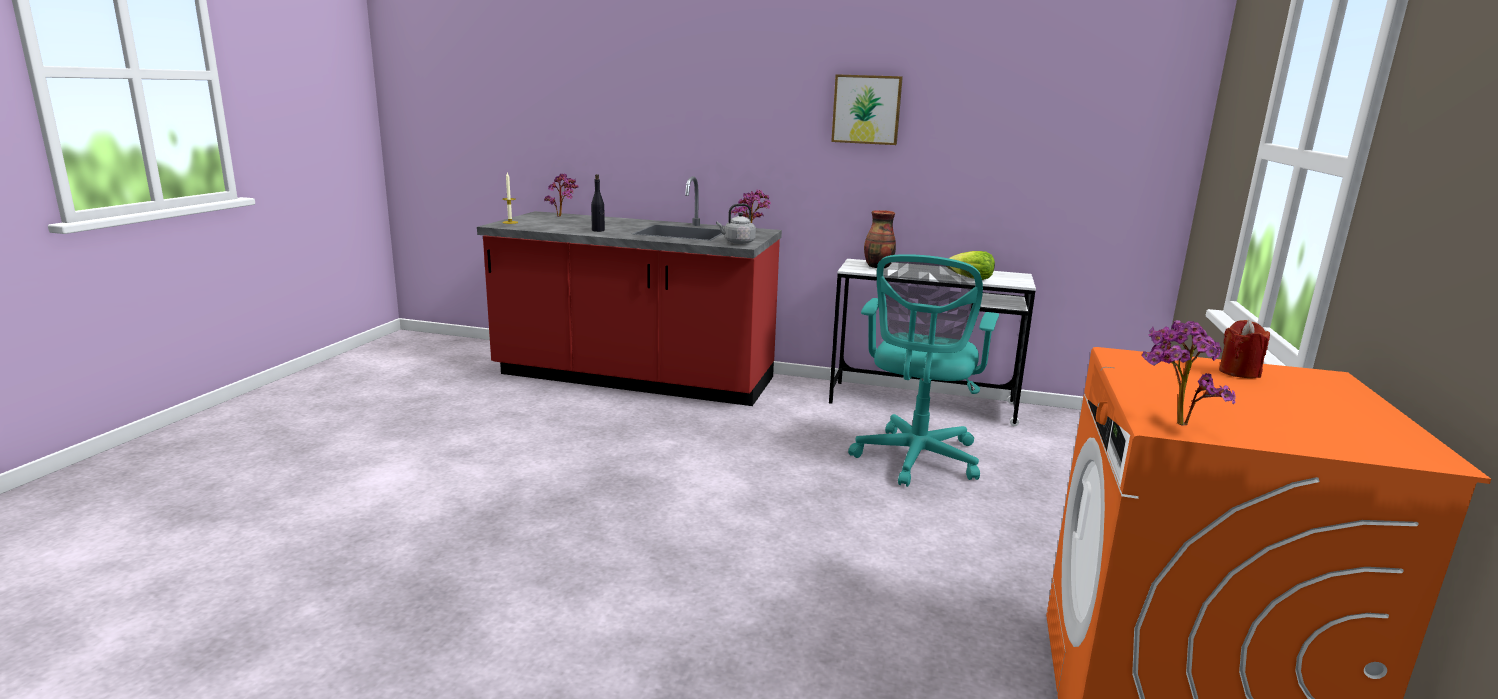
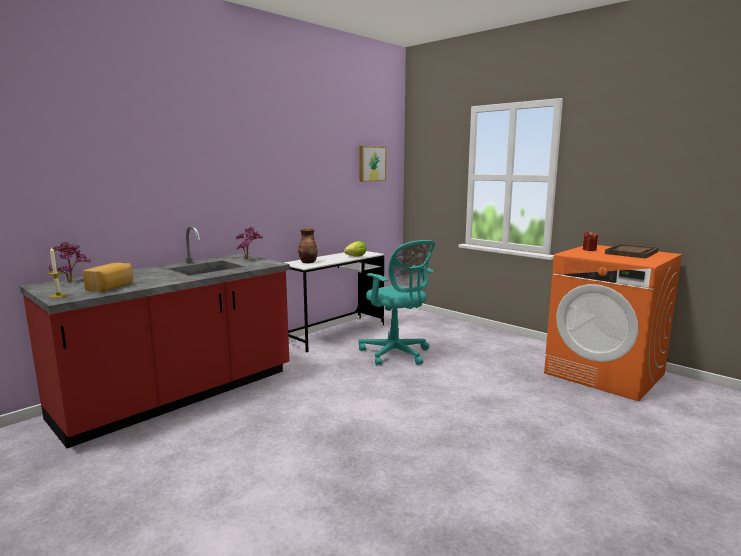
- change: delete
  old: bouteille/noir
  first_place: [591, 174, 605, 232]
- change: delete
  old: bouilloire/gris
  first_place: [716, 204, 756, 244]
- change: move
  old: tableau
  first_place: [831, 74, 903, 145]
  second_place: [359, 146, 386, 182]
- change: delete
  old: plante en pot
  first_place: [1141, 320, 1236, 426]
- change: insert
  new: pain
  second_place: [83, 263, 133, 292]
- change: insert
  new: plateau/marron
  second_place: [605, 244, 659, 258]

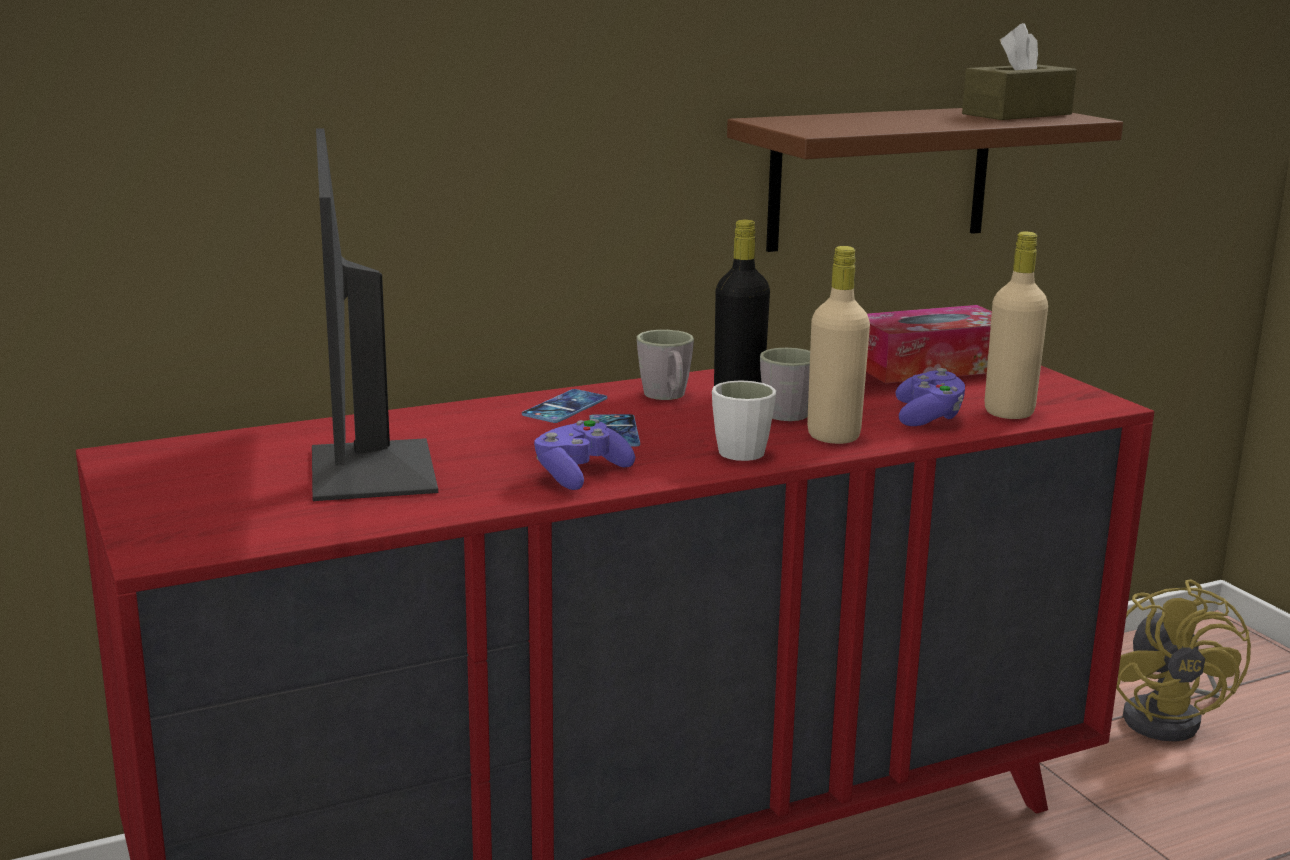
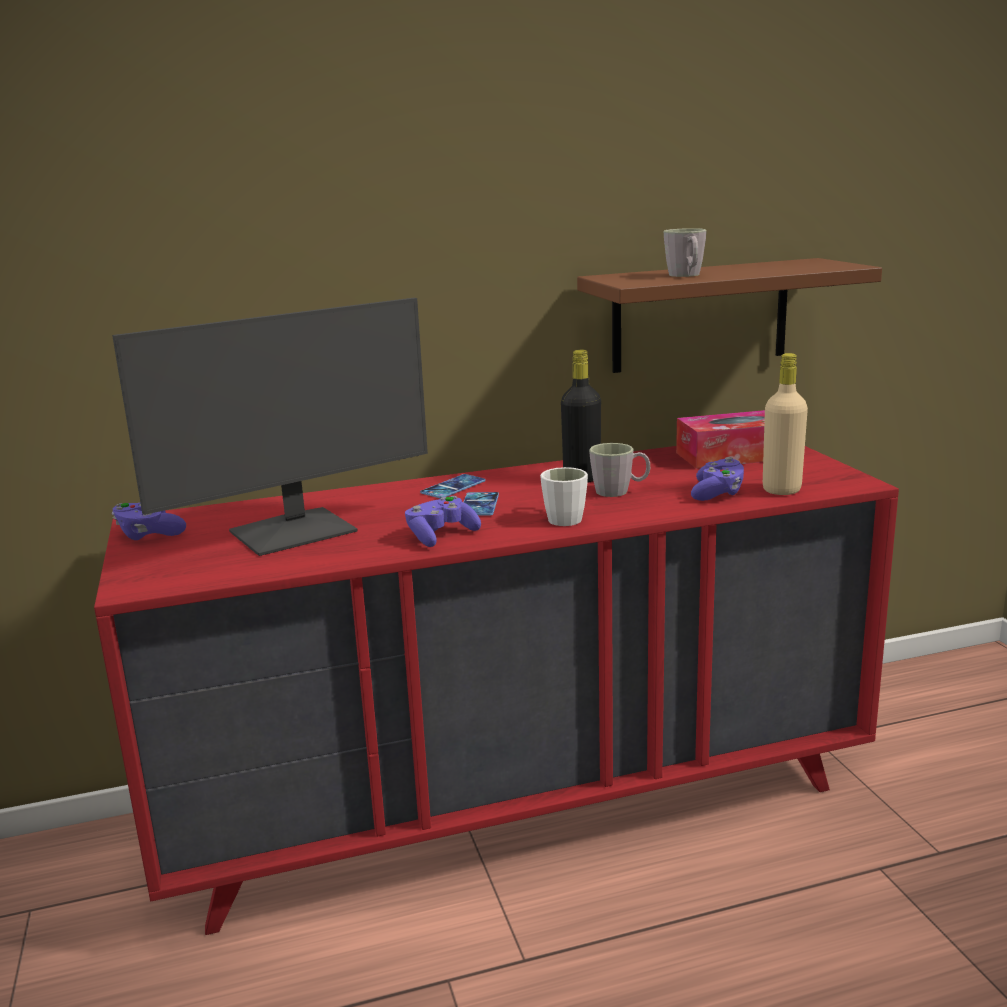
- change: rotate
  old: écran d'ordinateur
  first_place: [312, 128, 438, 501]
  second_place: [112, 298, 428, 556]
  degrees: -120
- change: move
  old: mug/gris
  first_place: [637, 330, 694, 400]
  second_place: [664, 228, 707, 277]
- change: delete
  old: bouteille/beige
  first_place: [807, 246, 870, 444]
- change: delete
  old: boîte à mouchoirs/marron
  first_place: [962, 23, 1077, 120]
- change: delete
  old: ventilateur/jaune
  first_place: [1116, 579, 1251, 742]
- change: insert
  new: manette/violet
  second_place: [112, 503, 186, 540]

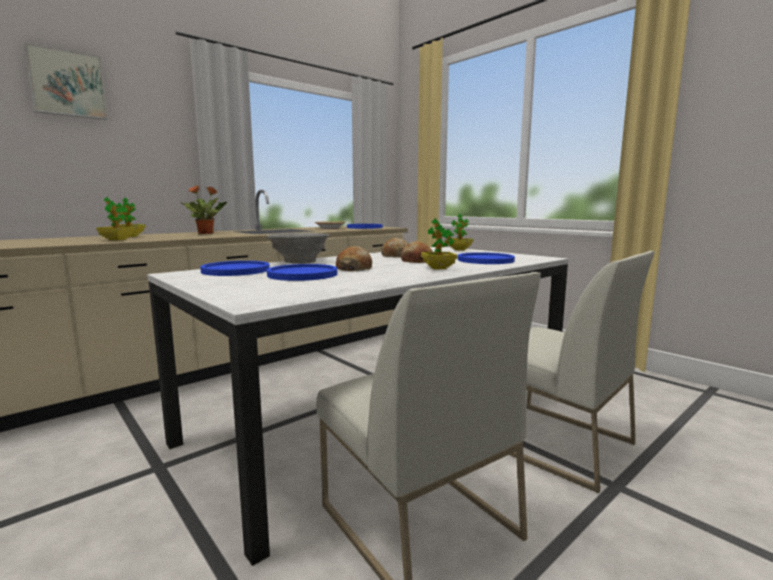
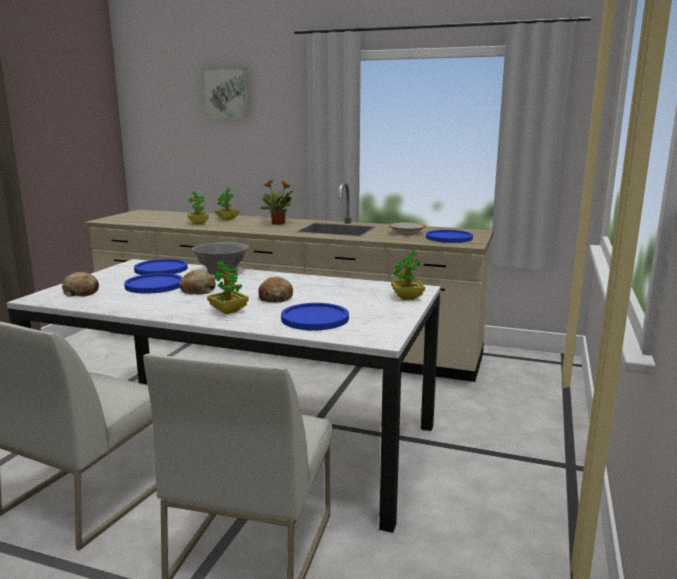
- change: move
  old: pain
  first_place: [380, 238, 409, 257]
  second_place: [62, 272, 99, 296]

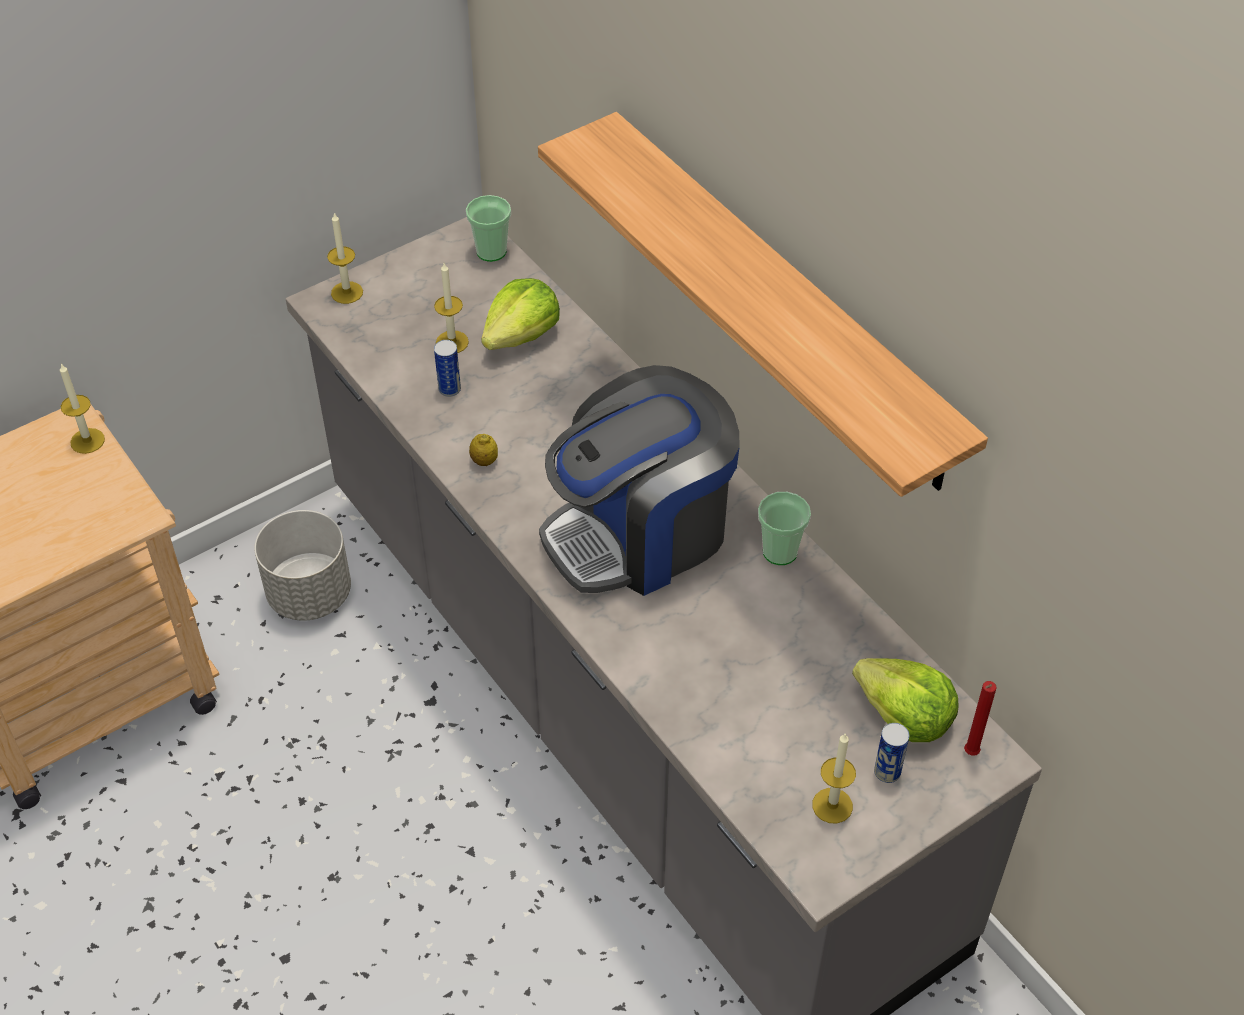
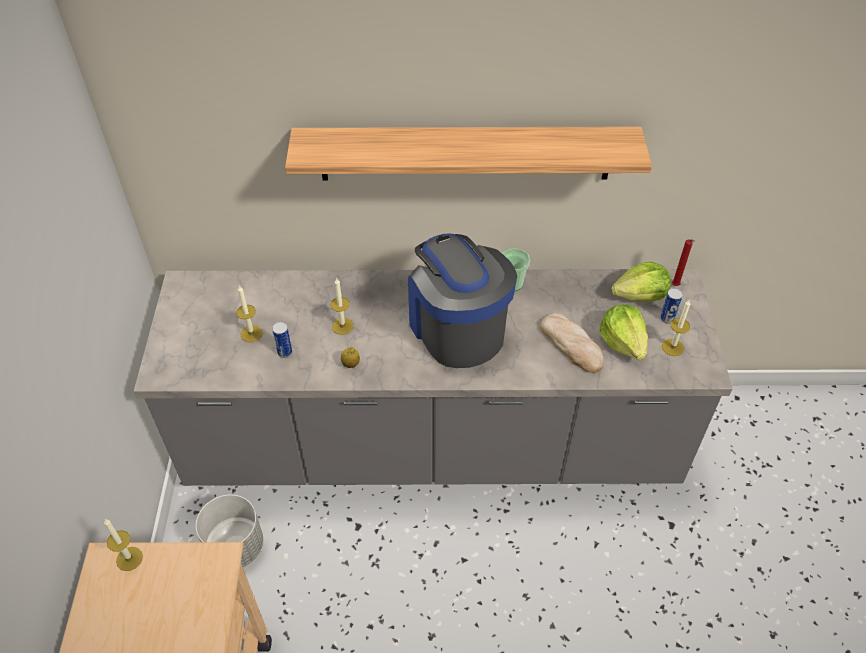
- change: move
  old: bougie
  first_place: [327, 212, 363, 304]
  second_place: [331, 279, 354, 335]
- change: delete
  old: tasse
  first_place: [466, 195, 511, 262]
- change: move
  old: laitue
  first_place: [481, 278, 560, 350]
  second_place: [599, 304, 648, 360]
- change: rotate
  old: machine à café
  first_place: [539, 365, 740, 596]
  second_place: [408, 233, 517, 368]
  degrees: 150
- change: insert
  new: pain
  second_place: [540, 313, 604, 373]

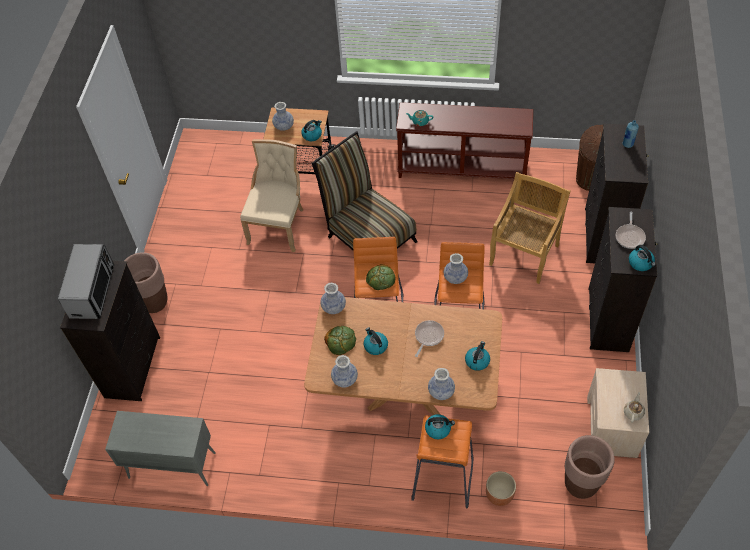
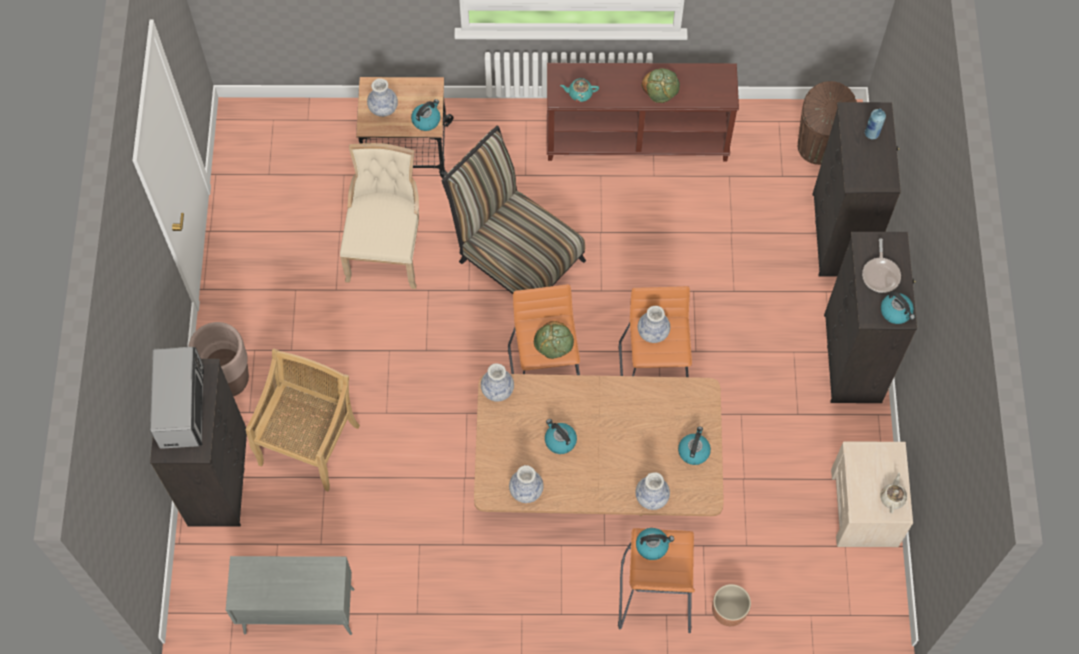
- change: move
  old: pain
  first_place: [324, 326, 356, 355]
  second_place: [641, 68, 680, 103]
- change: delete
  old: poêle
  first_place: [415, 320, 444, 357]
- change: move
  old: chaise/beige
  first_place: [489, 172, 571, 284]
  second_place: [246, 348, 360, 491]
- change: delete
  old: cache-pot/marron
  first_place: [565, 435, 615, 499]

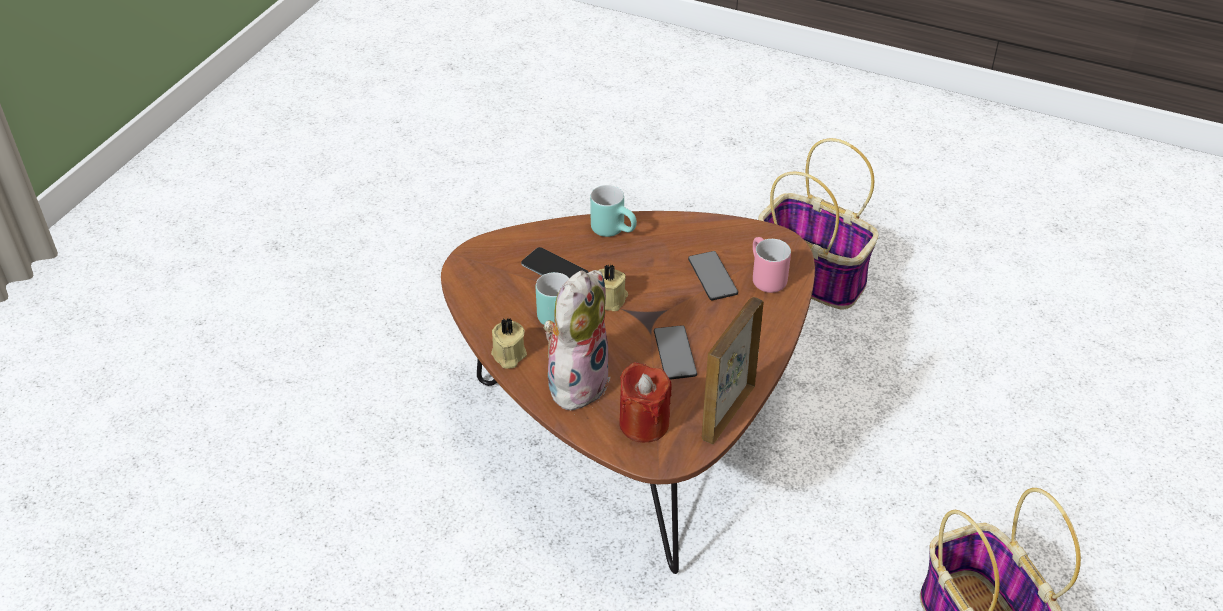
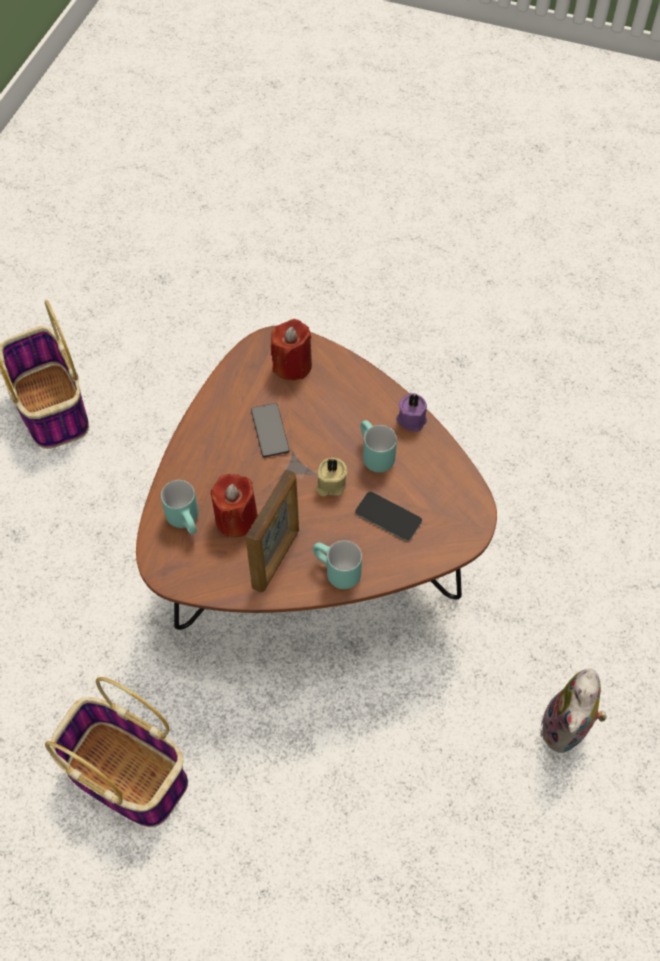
- change: recolor
  old: bougie/beige
  new: bougie/violet
  first_place: [491, 318, 527, 369]
  second_place: [396, 393, 427, 432]
- change: move
  old: peluche
  first_place: [544, 270, 611, 412]
  second_place: [540, 668, 607, 753]
- change: replace
  old: téléphone
  new: bougie/rouge
  first_place: [688, 251, 738, 300]
  second_place: [211, 474, 258, 537]
- change: move
  old: cadre photo
  first_place: [702, 297, 764, 444]
  second_place: [246, 469, 299, 592]
- change: recolor
  old: mug/rose
  new: mug/turquoise
  first_place: [753, 237, 791, 293]
  second_place: [161, 480, 199, 534]

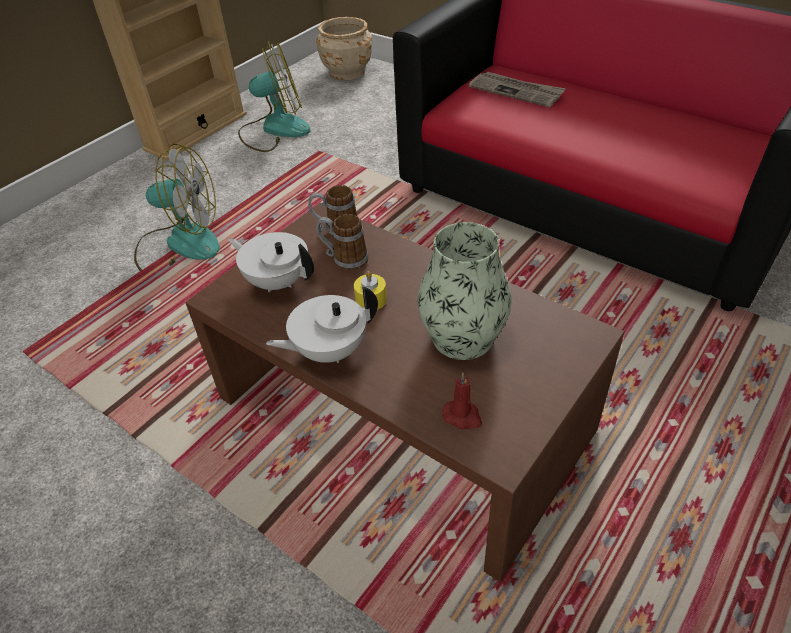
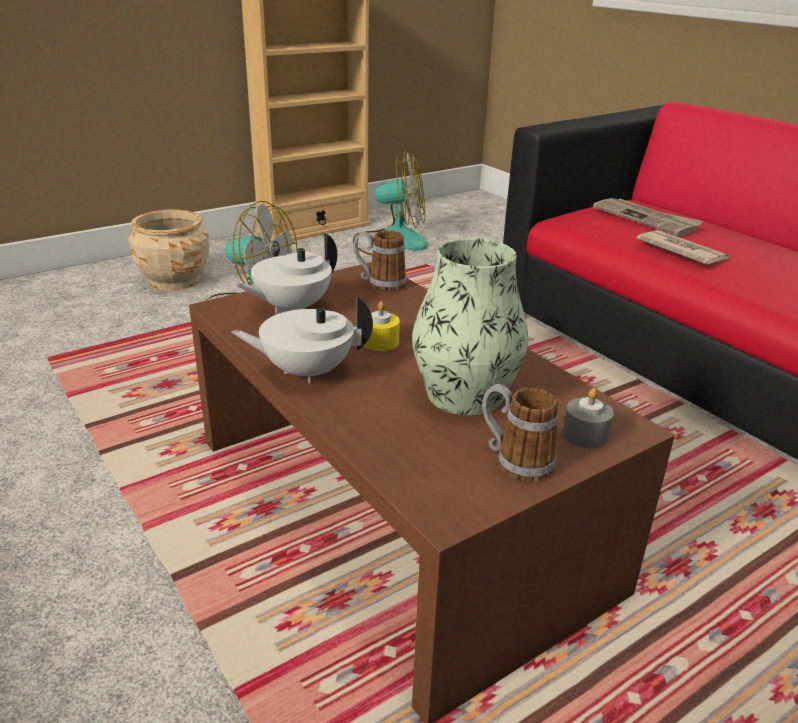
- change: rotate
  old: théière/blanc
  first_place: [228, 232, 314, 292]
  second_place: [236, 233, 337, 314]
  degrees: -90
- change: move
  old: cache-pot/beige
  first_place: [316, 17, 372, 80]
  second_place: [128, 209, 209, 291]
- change: move
  old: mug
  first_place: [316, 214, 368, 271]
  second_place: [482, 384, 558, 481]
- change: delete
  old: bougie/rouge
  first_place: [442, 372, 482, 429]
- change: insert
  new: bougie/gris
  second_place: [563, 388, 614, 448]
- change: insert
  new: journal
  second_place: [637, 230, 730, 265]

